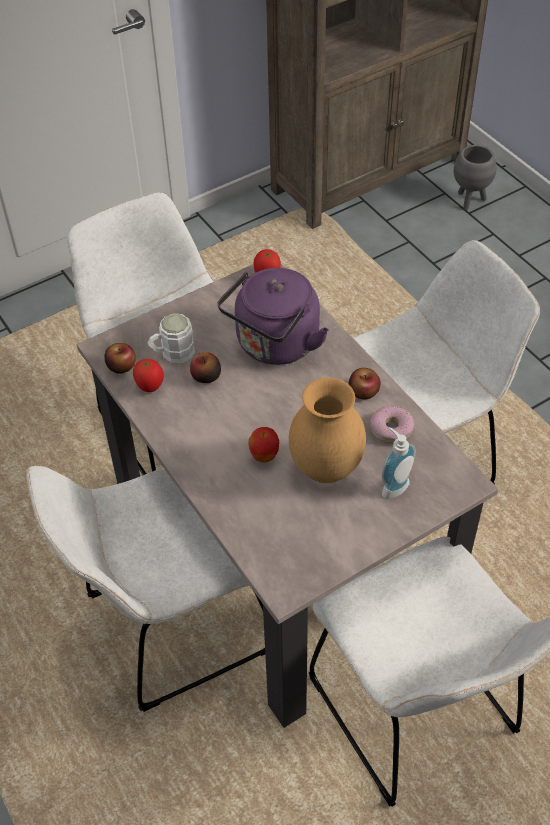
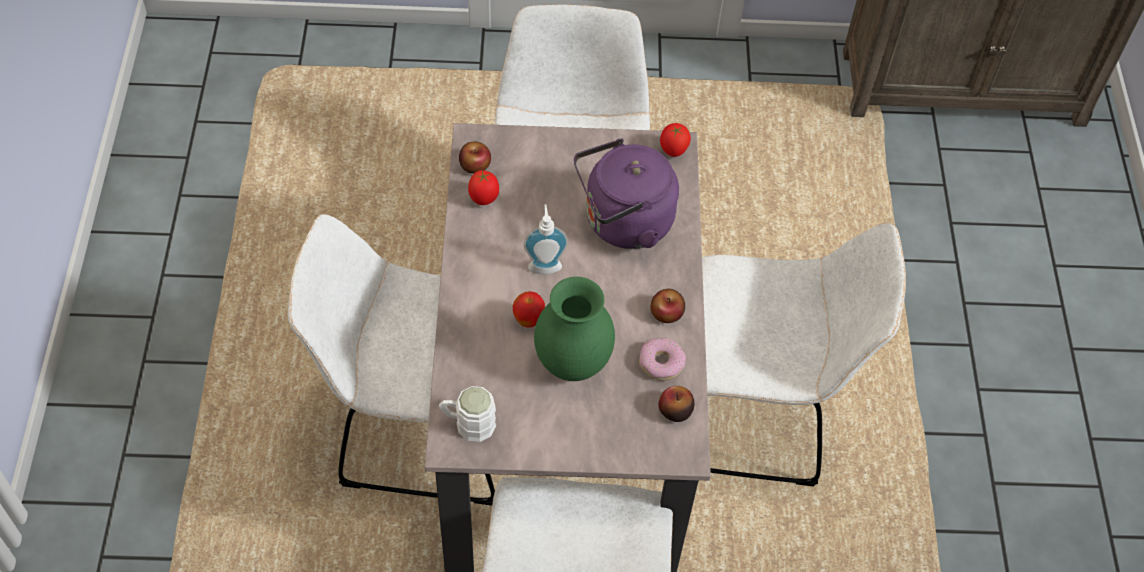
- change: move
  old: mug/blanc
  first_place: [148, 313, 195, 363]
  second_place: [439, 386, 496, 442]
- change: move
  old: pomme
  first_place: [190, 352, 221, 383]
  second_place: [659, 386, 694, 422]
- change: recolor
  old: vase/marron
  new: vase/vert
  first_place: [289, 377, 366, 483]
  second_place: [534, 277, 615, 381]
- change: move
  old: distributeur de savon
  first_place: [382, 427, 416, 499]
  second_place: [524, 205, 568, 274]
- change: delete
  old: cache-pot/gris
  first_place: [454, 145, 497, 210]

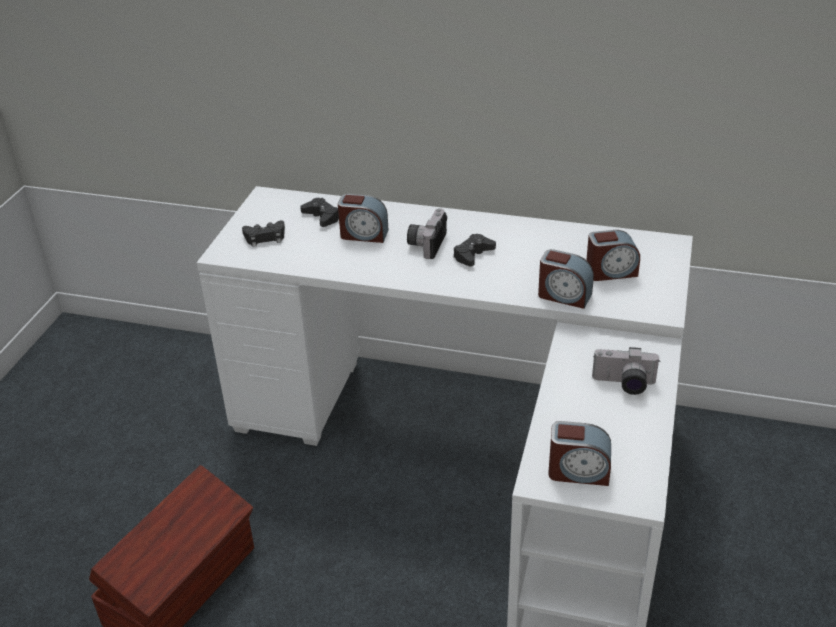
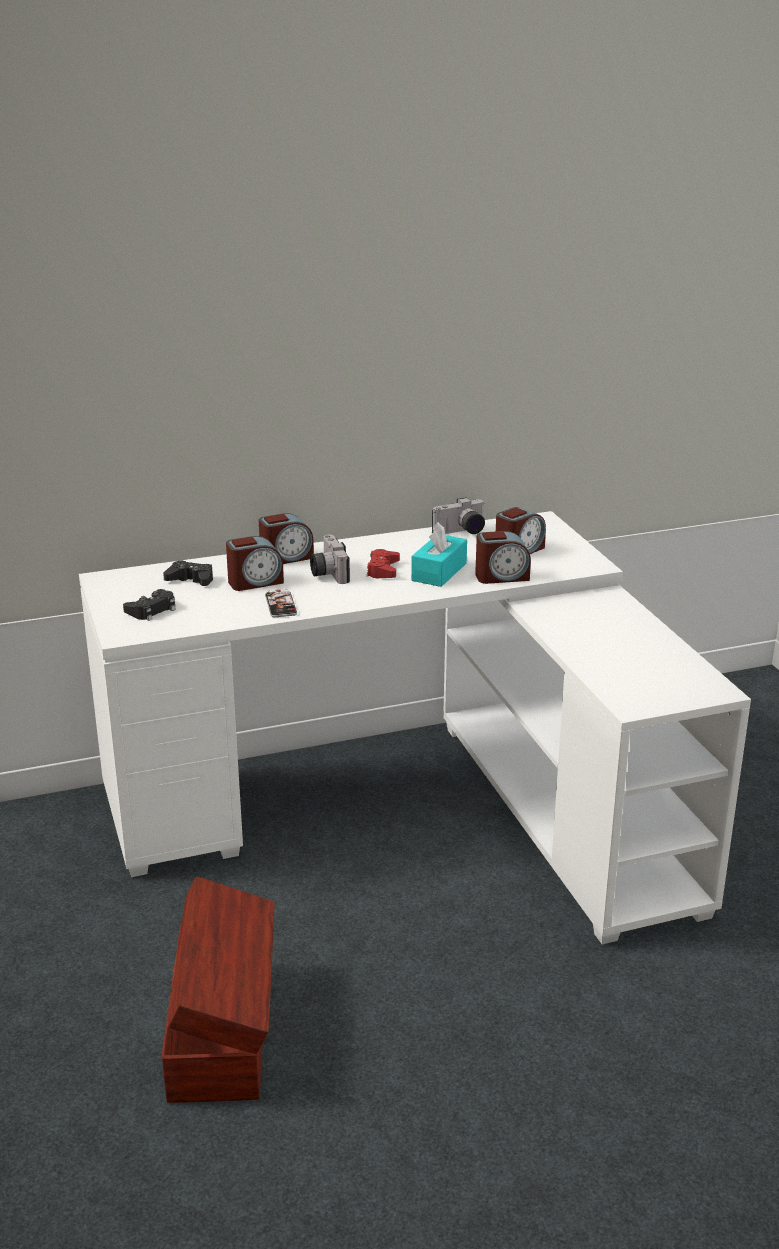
- change: recolor
  old: manette/noir
  new: manette/rouge
  first_place: [453, 234, 496, 266]
  second_place: [367, 549, 400, 578]
- change: move
  old: réveil
  first_place: [548, 421, 611, 486]
  second_place: [259, 513, 314, 564]
- change: move
  old: appareil photo
  first_place: [592, 347, 661, 395]
  second_place: [432, 497, 485, 534]
- change: insert
  new: téléphone
  second_place: [265, 589, 297, 617]
- change: insert
  new: boîte à mouchoirs/turquoise
  second_place: [411, 522, 467, 587]

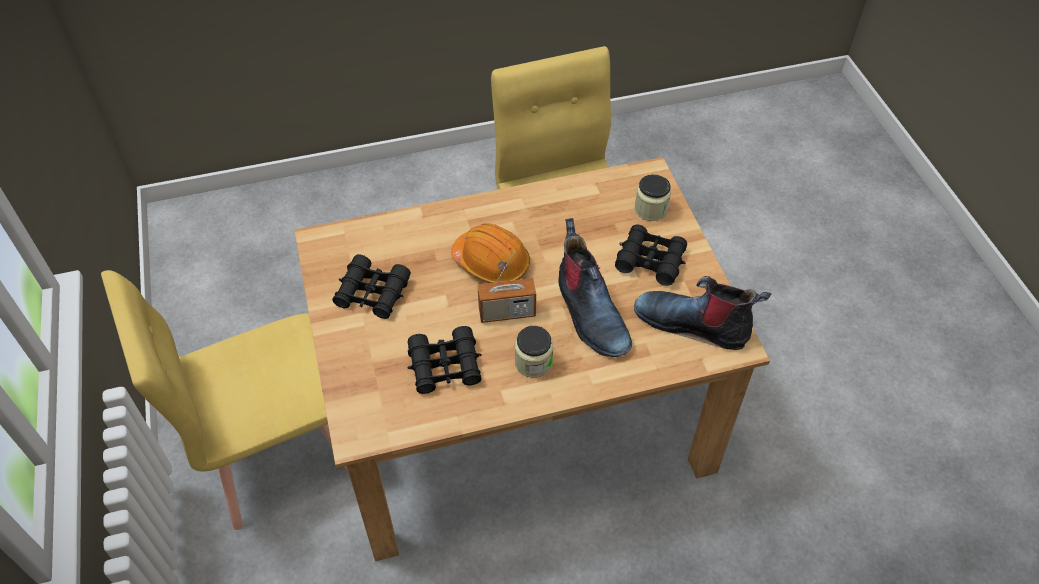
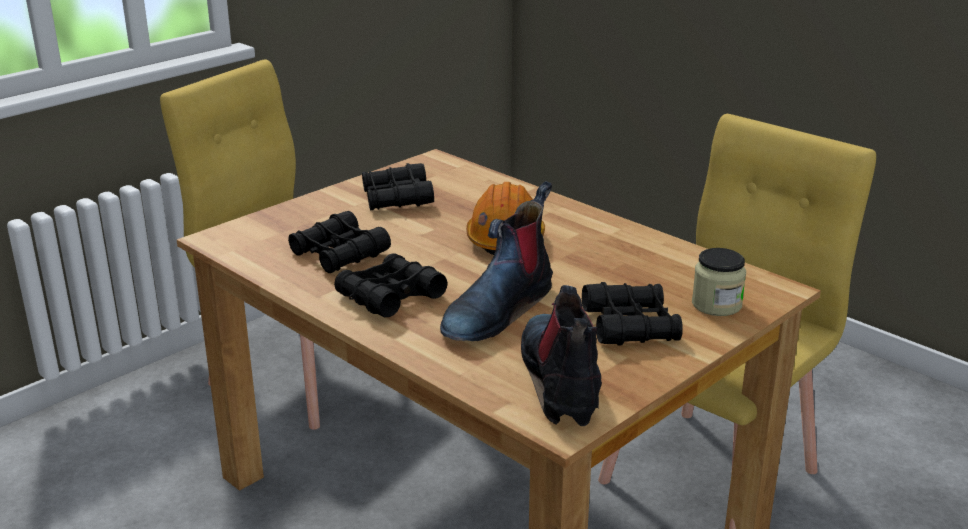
- change: delete
  old: radio
  first_place: [477, 250, 536, 323]
- change: replace
  old: bocal
  new: jumelles/noir
  first_place: [515, 326, 553, 378]
  second_place: [334, 253, 447, 317]

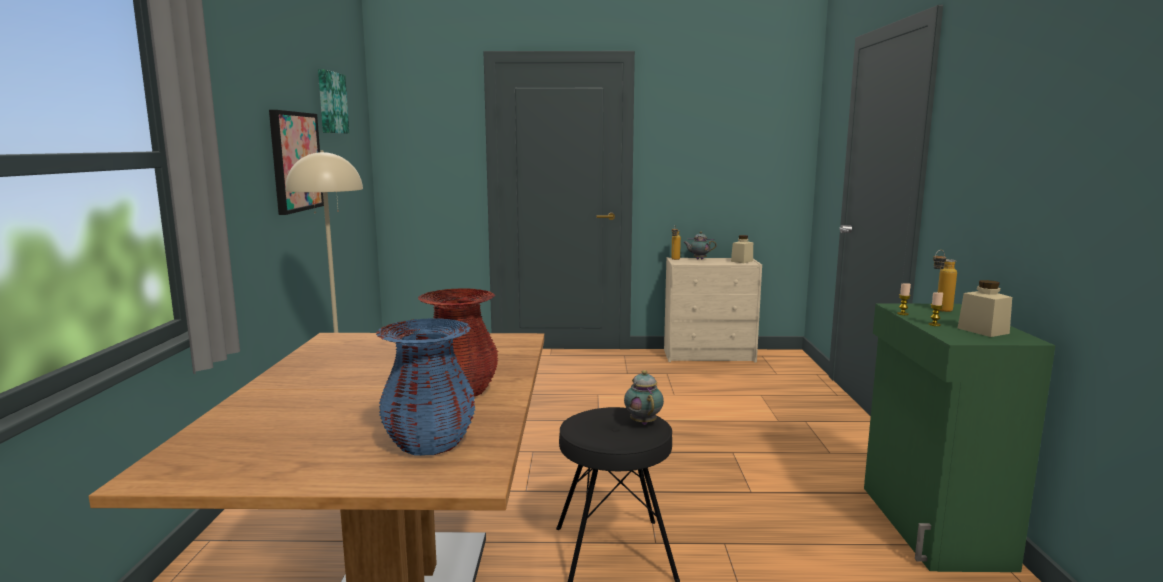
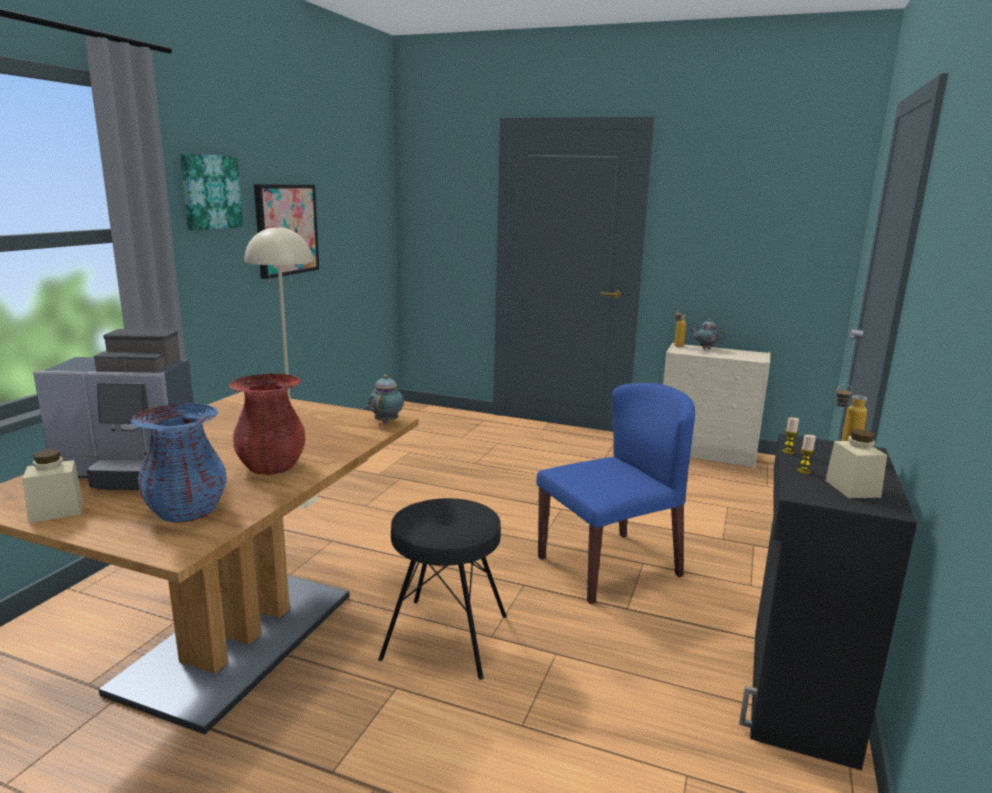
- change: move
  old: tableau
  first_place: [318, 69, 349, 134]
  second_place: [180, 153, 243, 231]
- change: move
  old: théière
  first_place: [624, 370, 664, 425]
  second_place: [368, 375, 404, 424]
- change: move
  old: bocal/beige
  first_place: [731, 235, 753, 263]
  second_place: [22, 449, 83, 523]
- change: recolor
  old: meuble de rangement/vert
  new: meuble de rangement/noir
  first_place: [864, 304, 1056, 572]
  second_place: [739, 434, 917, 770]
- change: insert
  new: machine à café
  second_place: [33, 329, 194, 490]
- change: insert
  new: chaise/bleu
  second_place: [536, 383, 695, 604]

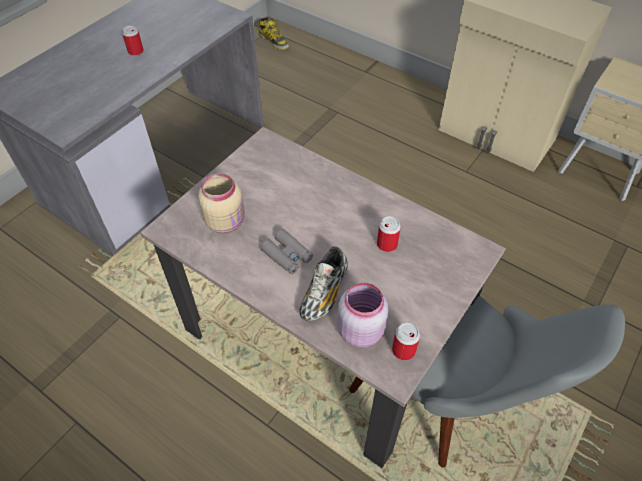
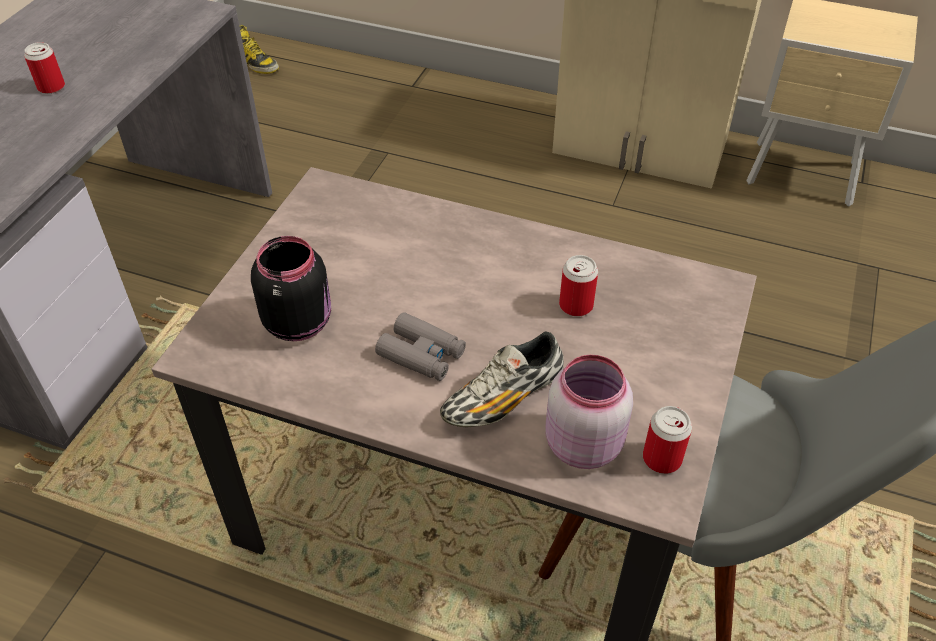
- change: recolor
  old: bocal/beige
  new: bocal/noir
  first_place: [198, 173, 245, 233]
  second_place: [251, 236, 331, 341]
- change: rotate
  old: chaussure
  first_place: [299, 246, 348, 321]
  second_place: [440, 332, 564, 427]
  degrees: 45

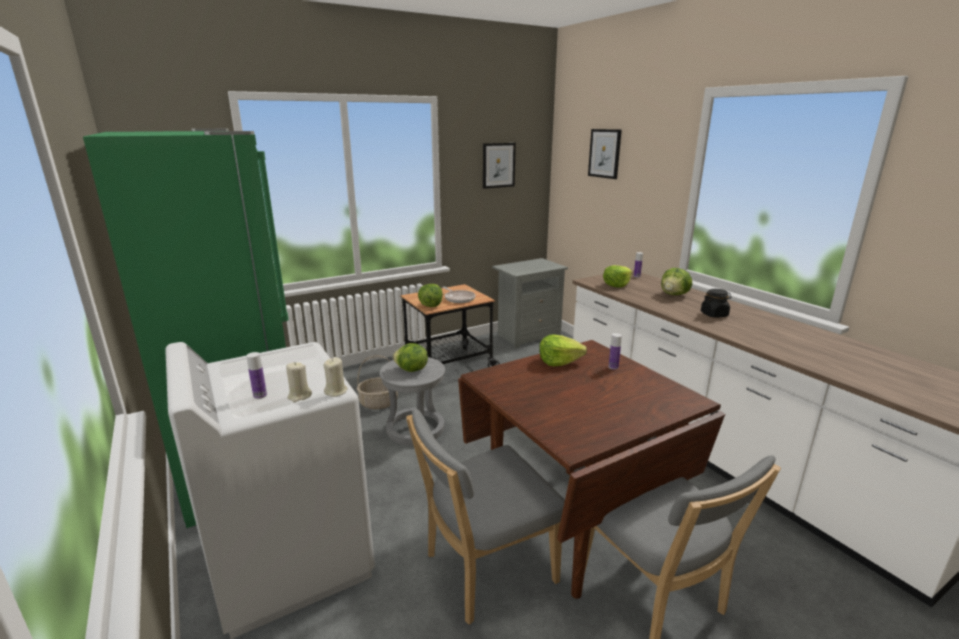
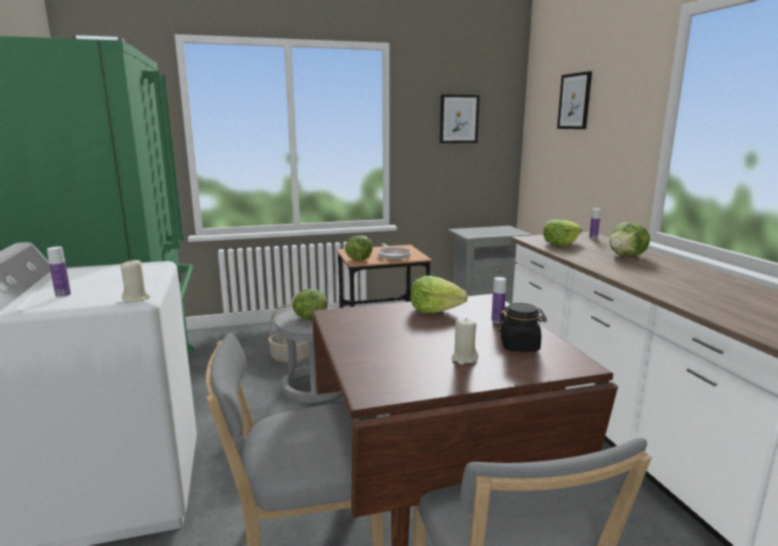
- change: move
  old: bougie/beige
  first_place: [286, 362, 312, 402]
  second_place: [451, 318, 478, 365]
- change: move
  old: bocal/noir
  first_place: [701, 289, 732, 318]
  second_place: [497, 303, 547, 352]

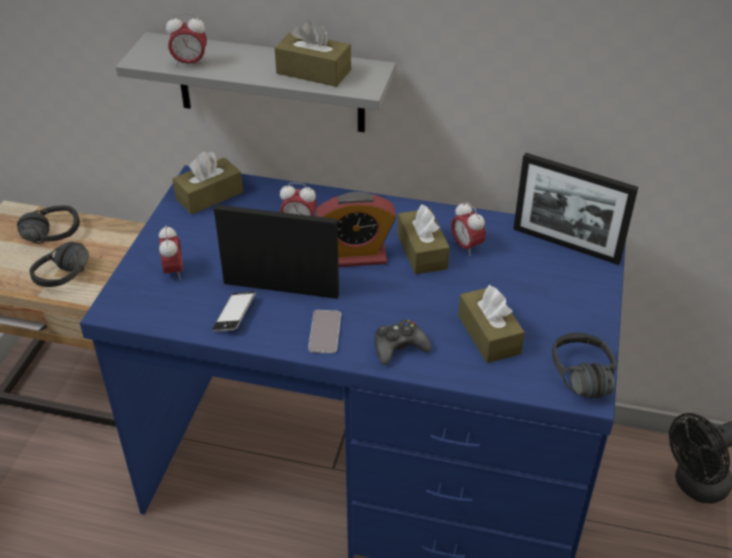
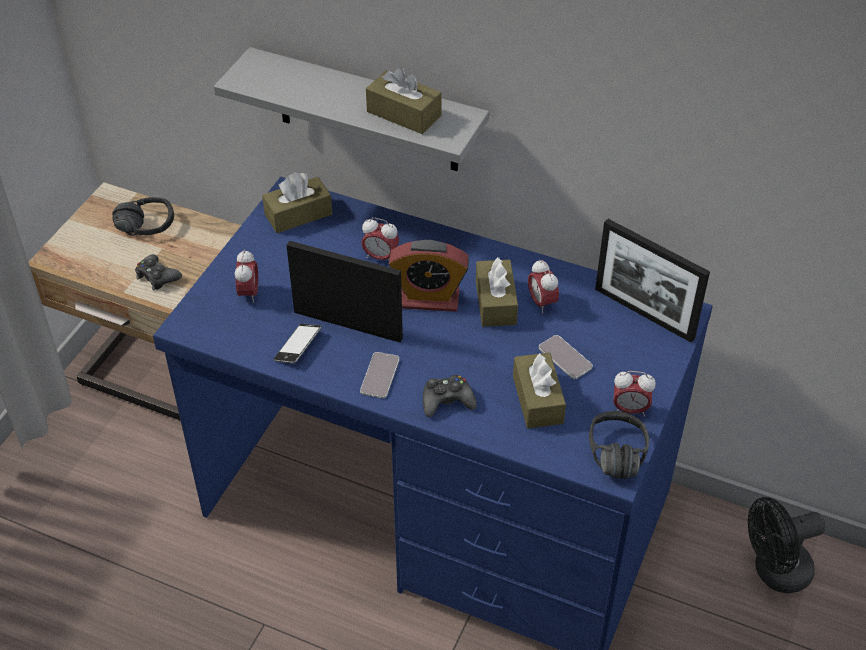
- change: replace
  old: casque audio/noir
  new: manette/noir
  first_place: [30, 242, 89, 287]
  second_place: [135, 254, 182, 290]
- change: move
  old: réveil
  first_place: [166, 13, 207, 67]
  second_place: [613, 371, 656, 416]
- change: insert
  new: téléphone
  second_place: [539, 335, 593, 379]

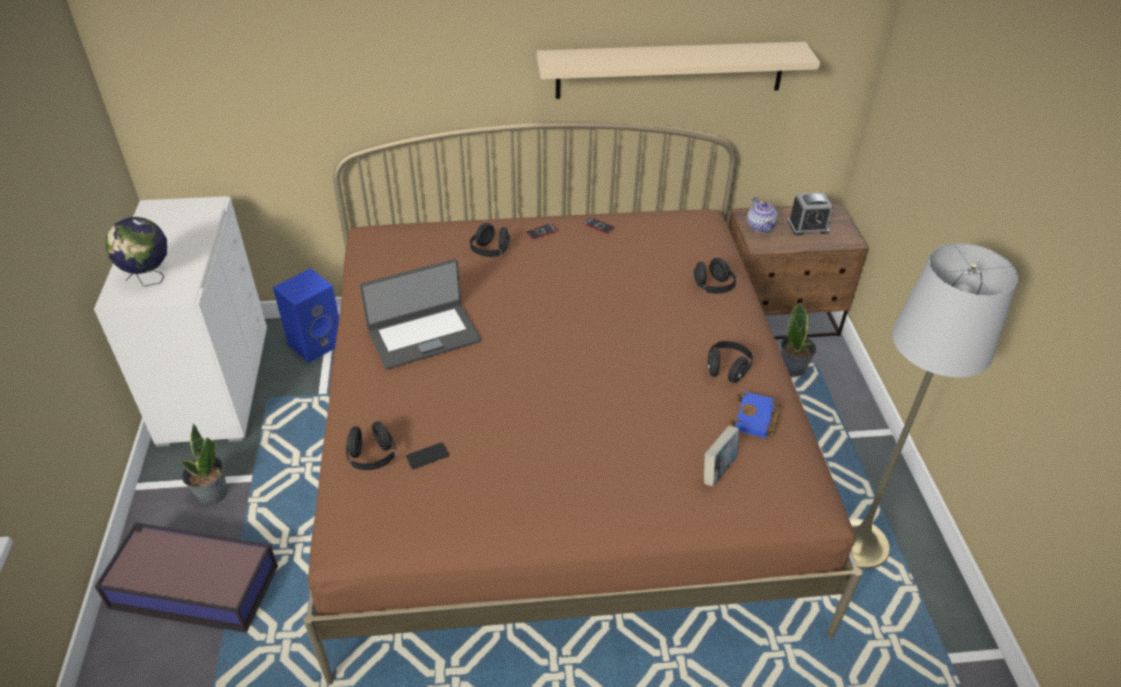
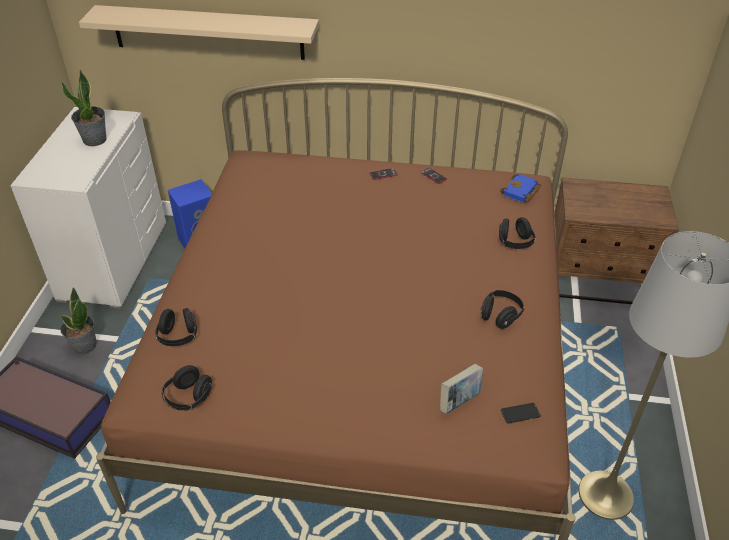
- change: delete
  old: globe
  first_place: [106, 217, 167, 287]
- change: delete
  old: ordinateur portable
  first_place: [360, 259, 481, 369]
- change: move
  old: téléphone
  first_place: [406, 443, 449, 469]
  second_place: [501, 403, 541, 424]
- change: move
  old: casque audio/noir
  first_place: [469, 223, 510, 257]
  second_place: [162, 365, 212, 411]
- change: move
  old: étagère/beige
  first_place: [537, 42, 820, 99]
  second_place: [79, 5, 319, 60]
- change: move
  old: livre/bleu
  first_place: [729, 391, 781, 438]
  second_place: [500, 174, 541, 203]
- change: delete
  old: théière
  first_place: [747, 197, 778, 233]
- change: move
  old: plante en pot
  first_place: [781, 302, 817, 377]
  second_place: [61, 69, 107, 146]
- change: delete
  old: réveil
  first_place: [788, 192, 833, 235]

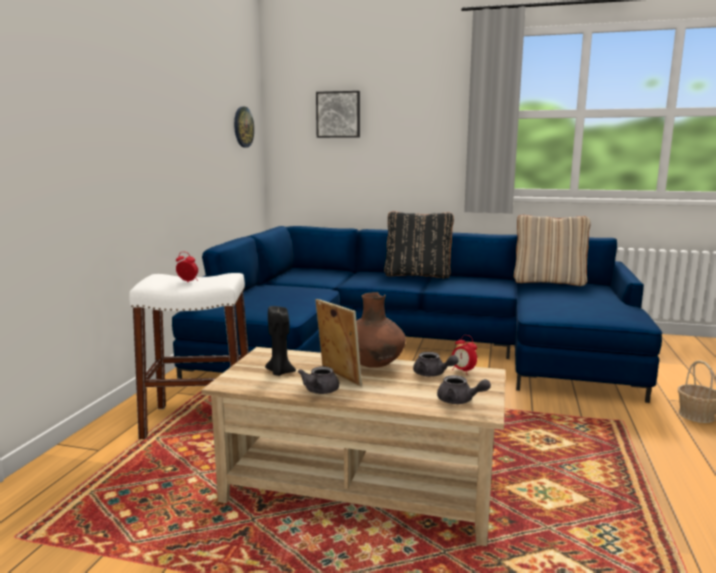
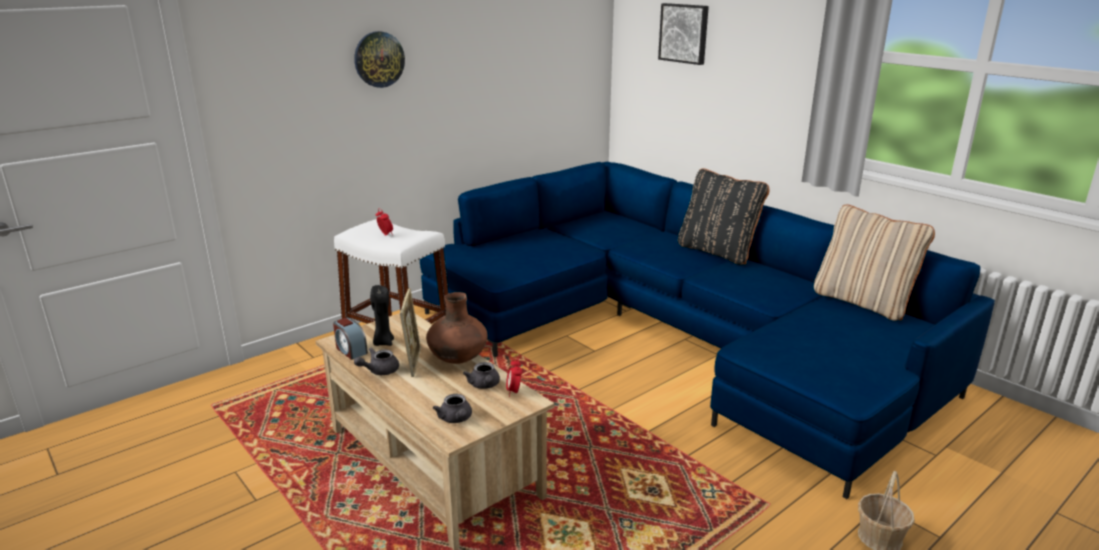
- change: move
  old: horloge murale
  first_place: [234, 106, 254, 147]
  second_place: [354, 31, 405, 88]
- change: insert
  new: réveil
  second_place: [333, 318, 368, 360]

